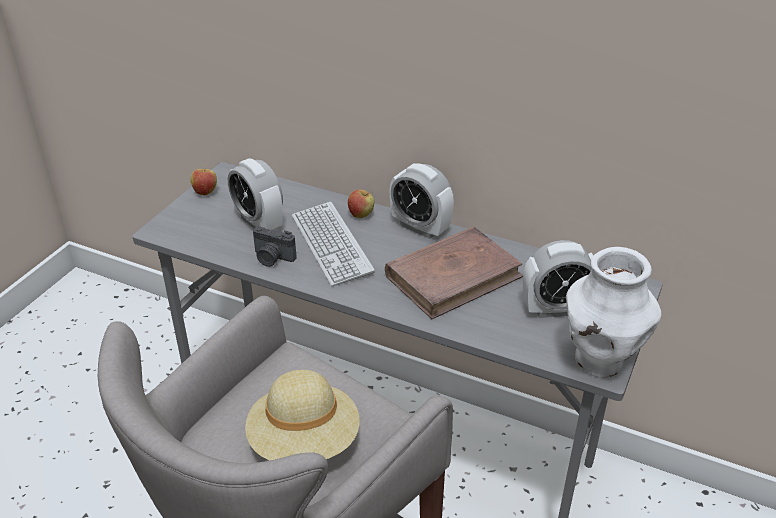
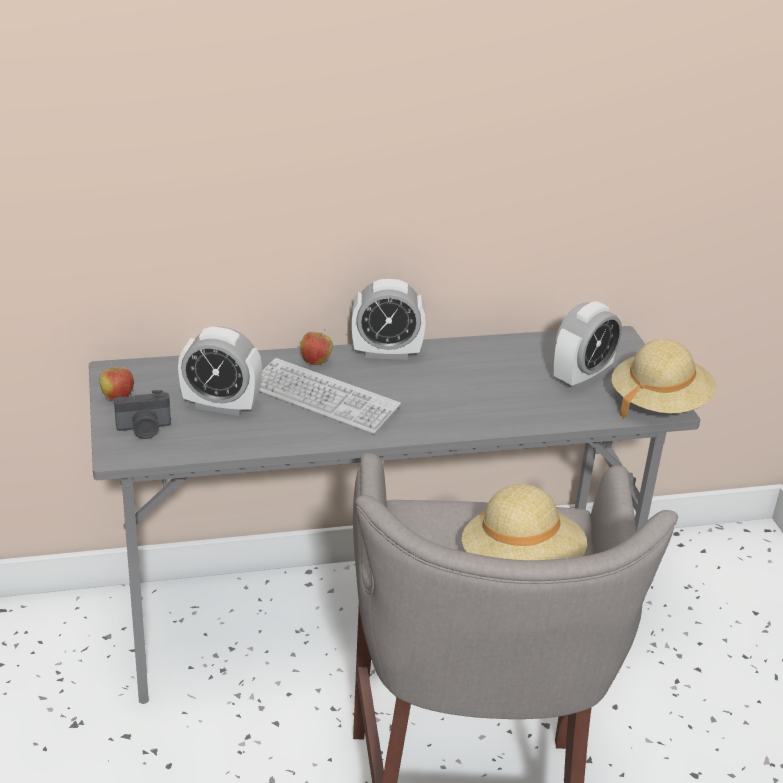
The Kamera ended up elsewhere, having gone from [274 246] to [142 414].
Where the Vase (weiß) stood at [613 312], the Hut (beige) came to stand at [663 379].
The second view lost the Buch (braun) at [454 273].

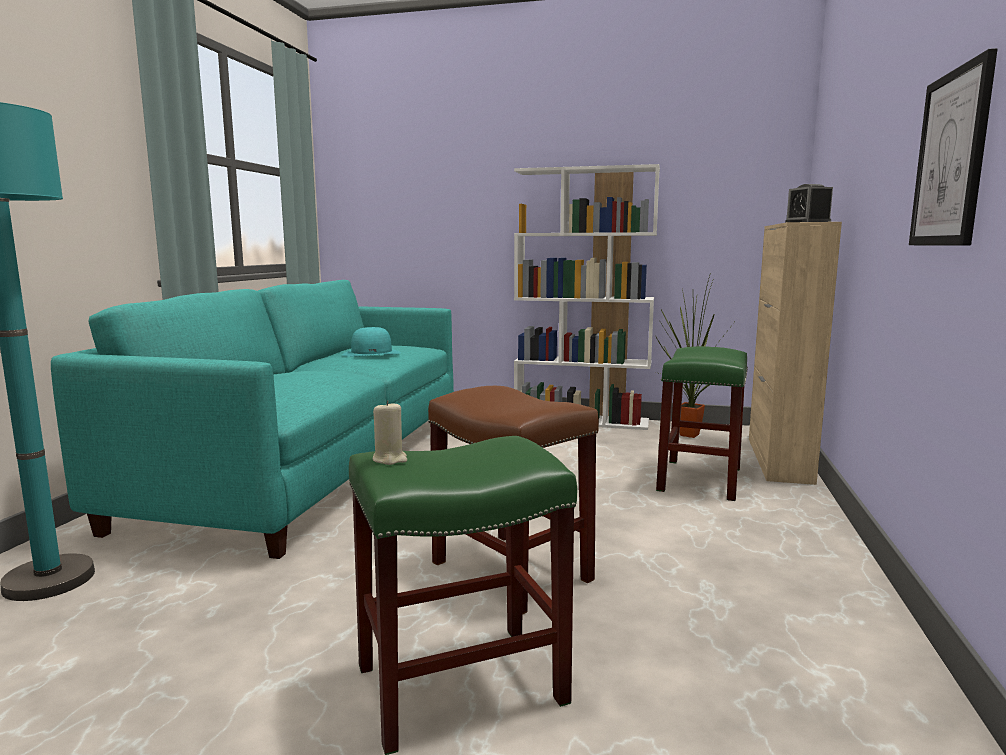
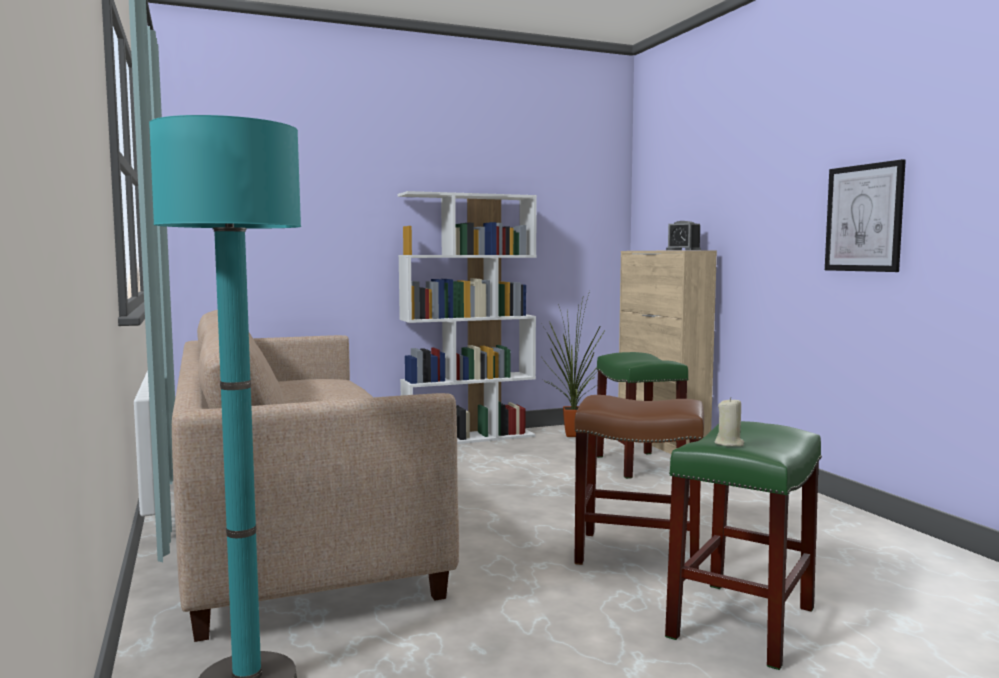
What was the Sofa (türkis) at [252 419] turned into the Sofa (beige) at [315 476].
The second view lost the Hut (türkis) at [371 342].

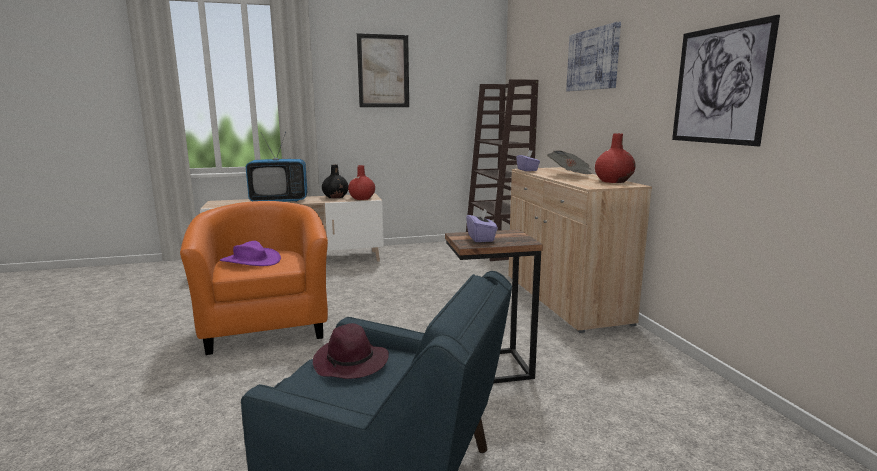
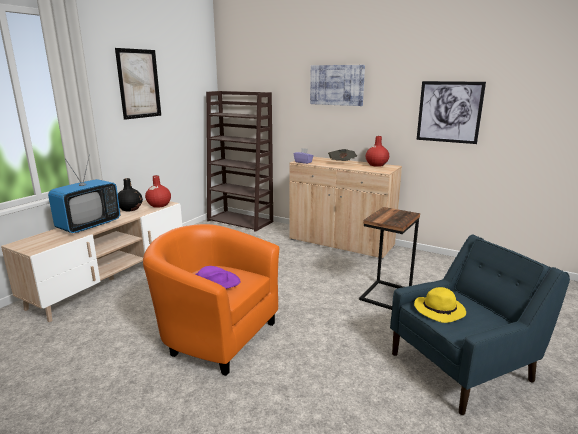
What was the Hut (lila) at [351 351] turned into the Hut (gelb) at [440 305].
The second view lost the Taschentuchbox (lila) at [482 225].

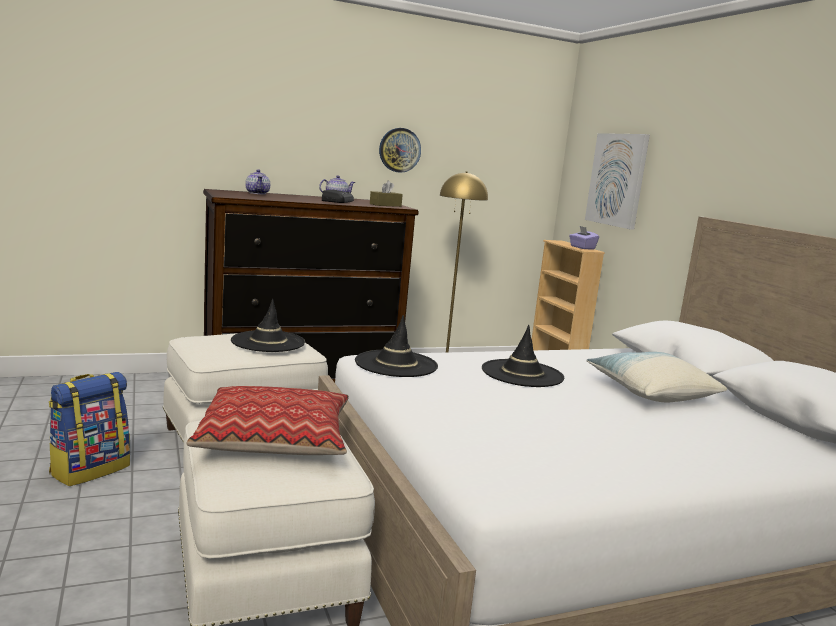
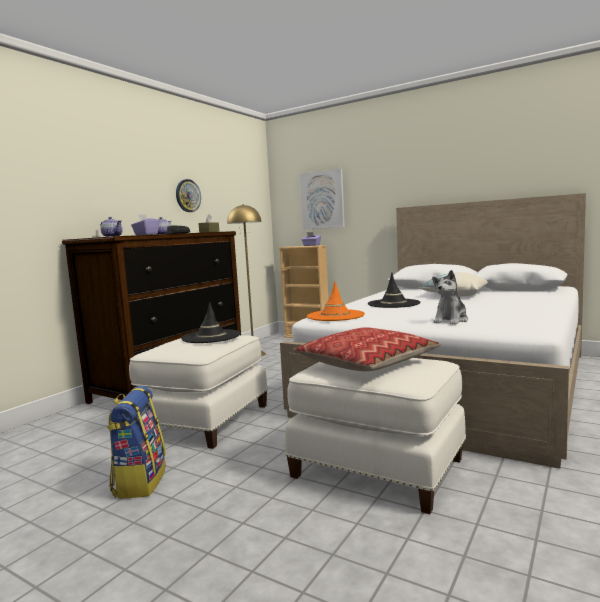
The second view gained the Taschentuchbox (lila) at [145 224].
What was the Hut (schwarz) at [396 346] turned into the Hut (orange) at [336 301].
The second view gained the Plüschtier at [450 297].

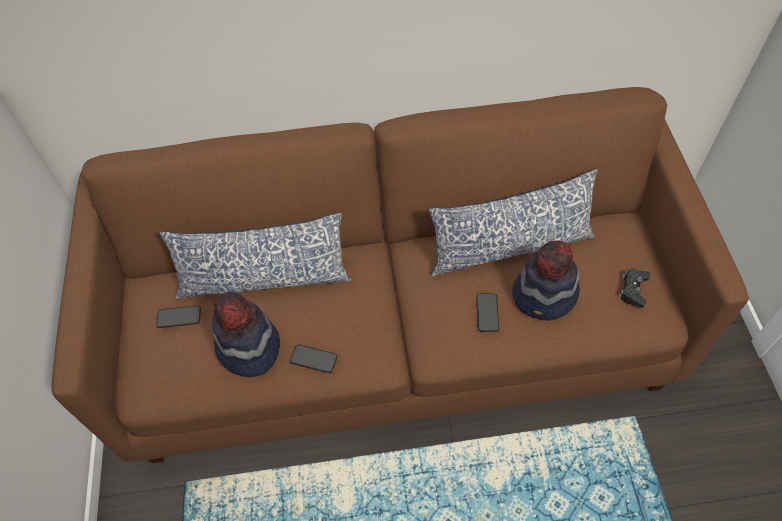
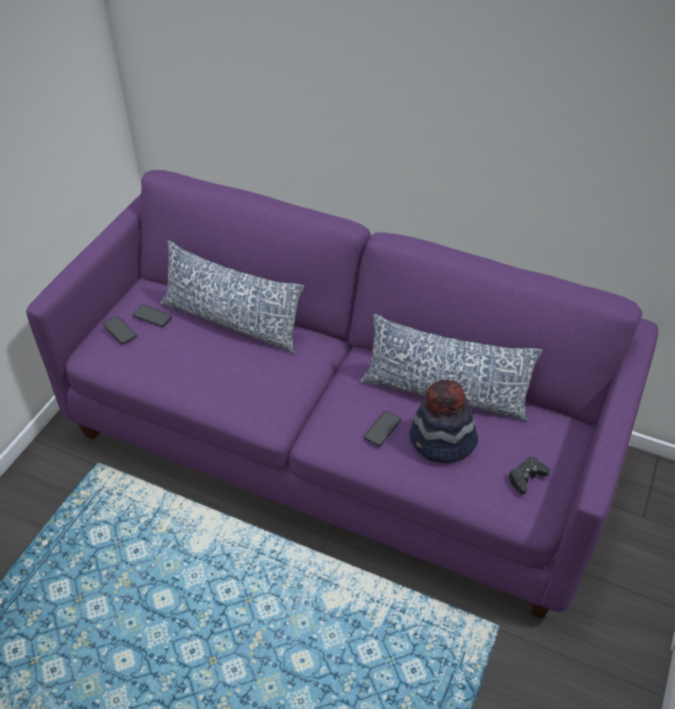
What was the Sofa (braun) at [400 275] turned into the Sofa (lila) at [342 394].
The Handy ended up elsewhere, having gone from [314 358] to [120 330].
The second view lost the Hut at [246 334].

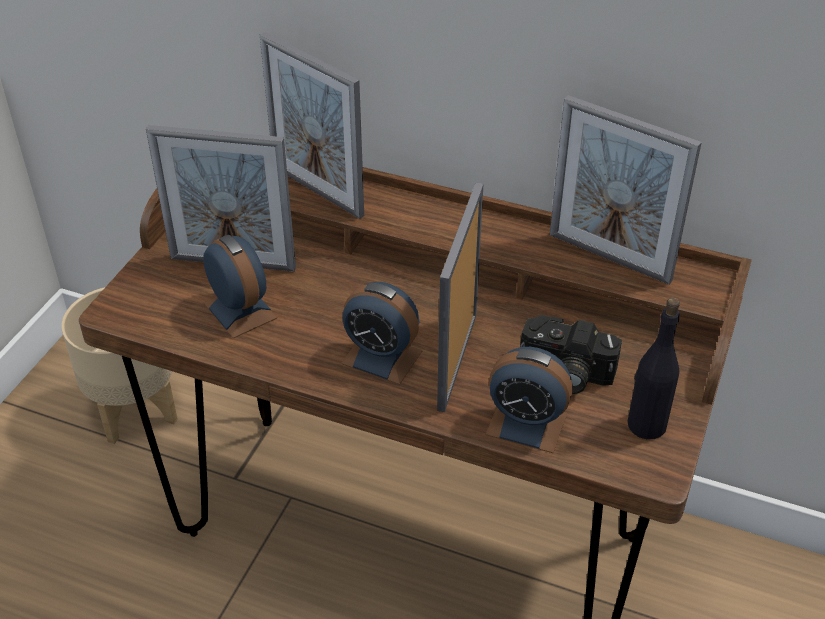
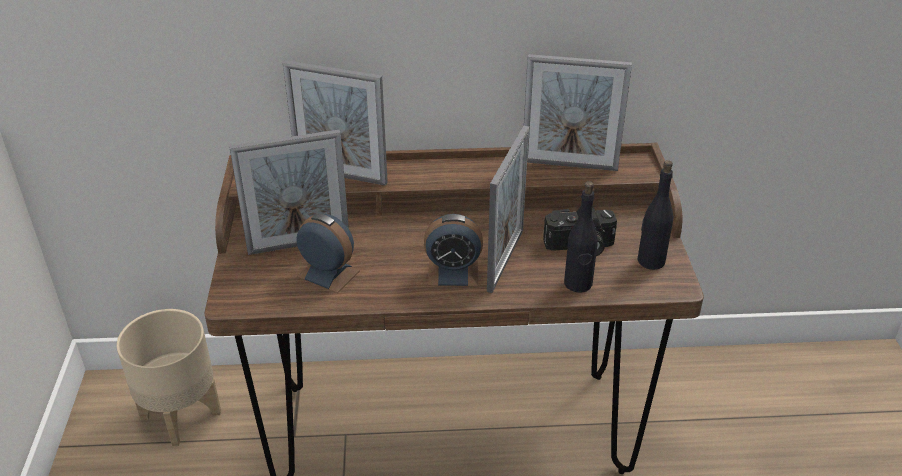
The Bilderrahmen at [460 297] ended up facing another way, 150 degrees counterclockwise from before.
Where the Wecker stood at [529 400], the Flasche (schwarz) came to stand at [581 237].

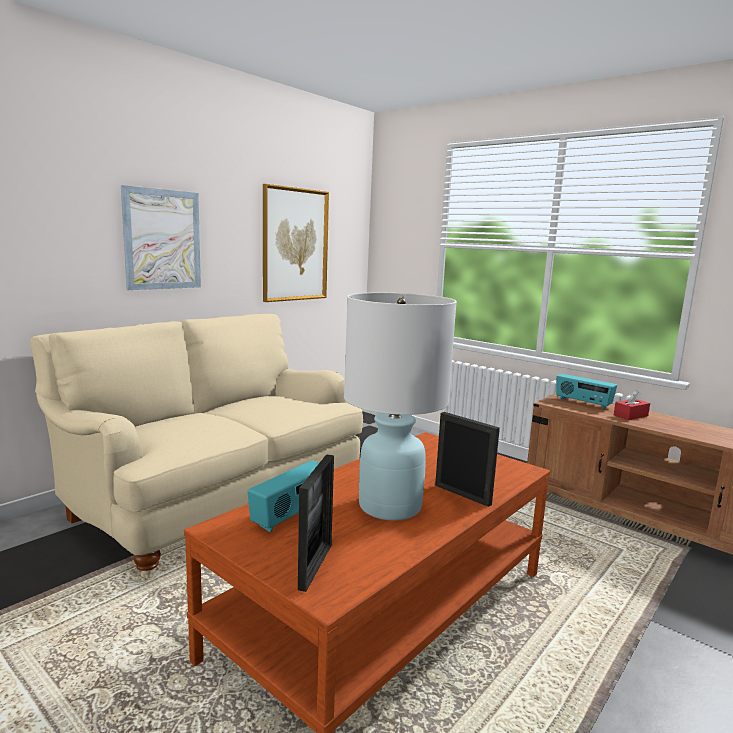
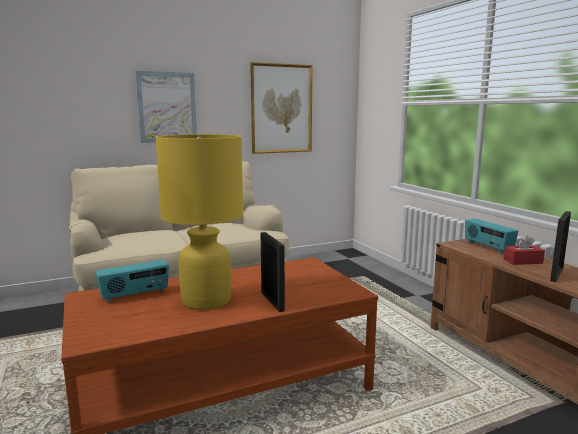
What was the Tischlampe (weiß) at [400 407] turned into the Tischlampe (gelb) at [199 222].
The Bilderrahmen ended up elsewhere, having gone from [316 523] to [560 246].

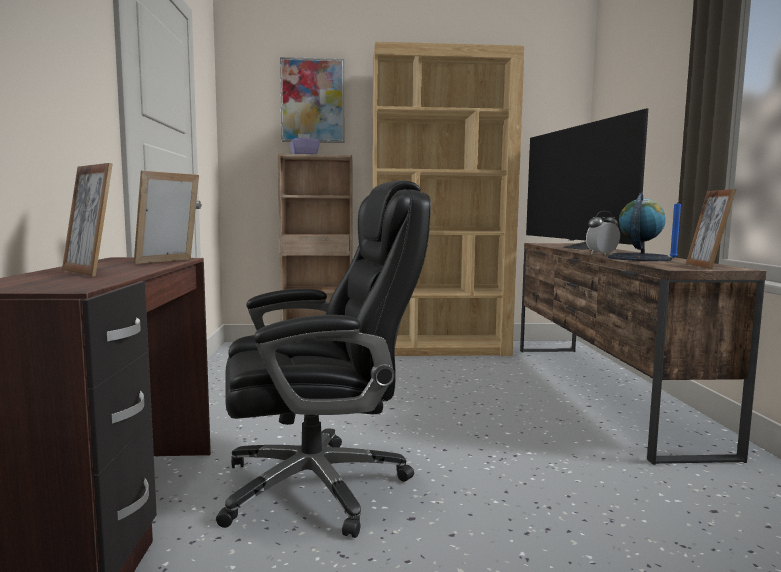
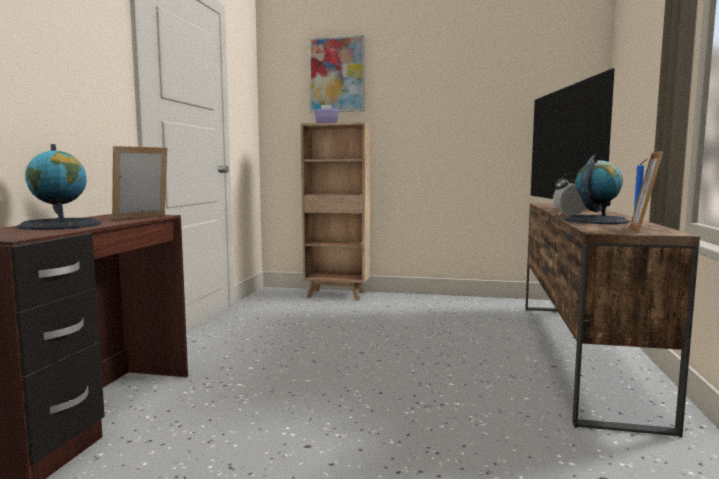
Where the Bilderrahmen stood at [87 220], the Globus came to stand at [59 187].
The second view lost the Bürostuhl (schwarz) at [323 359].
The second view lost the Bücherregal (braun) at [448 199].

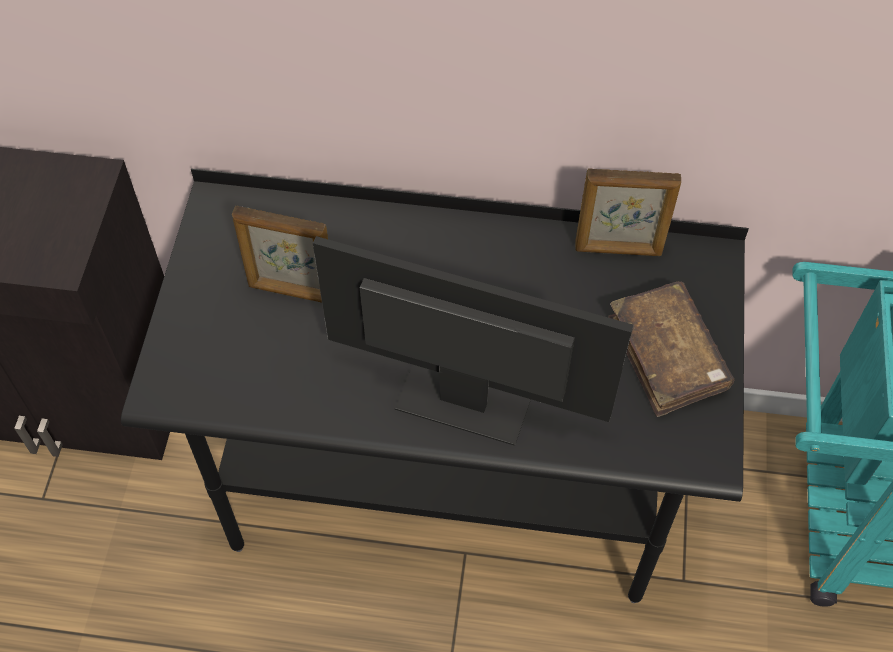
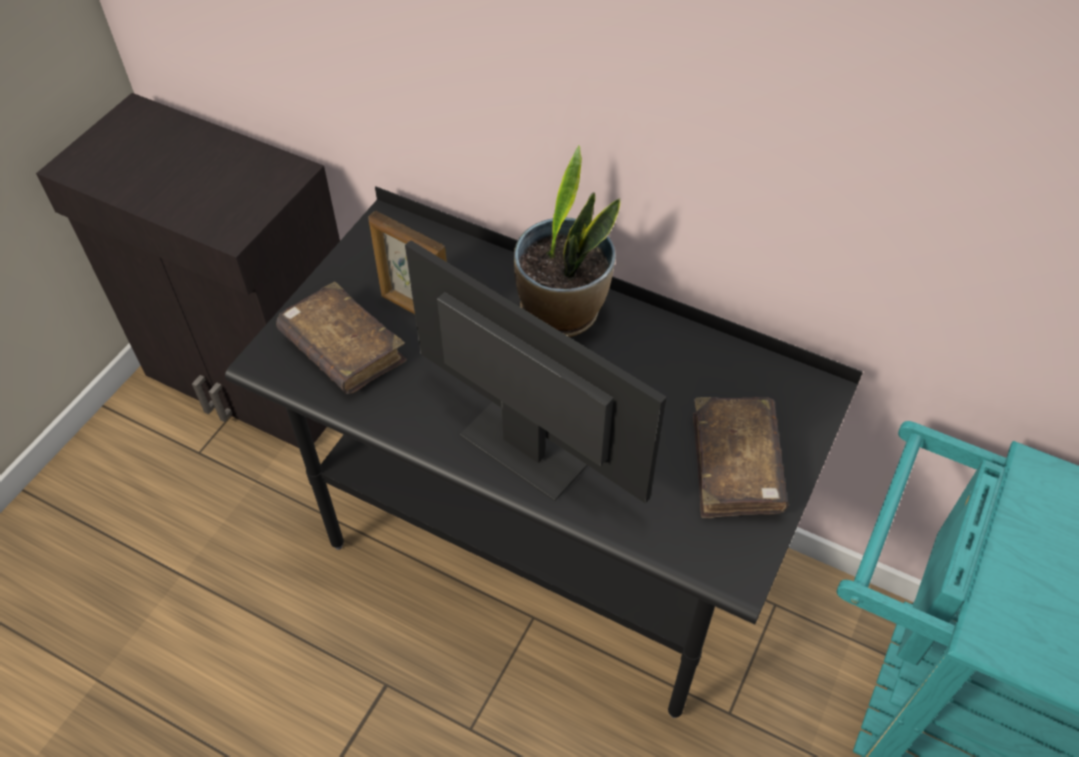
The second view gained the Buch (braun) at [341 338].
The second view gained the Topfpflanze at [567 241].
The second view lost the Bilderrahmen at [628 212].

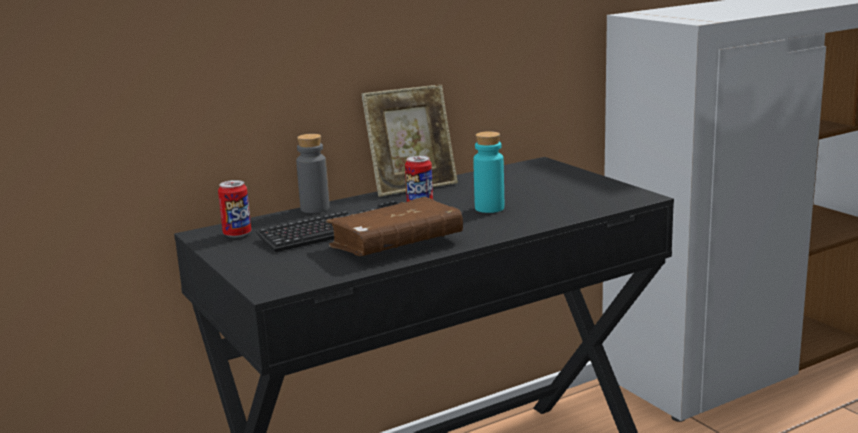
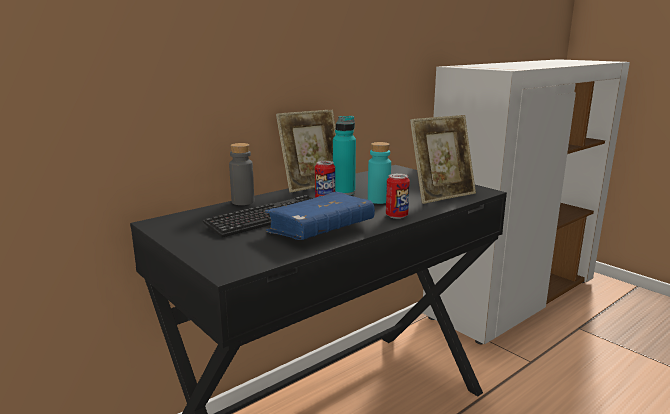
What was the Buch (braun) at [394 226] turned into the Buch (blau) at [319 216].
The second view gained the Flasche (türkis) at [344 155].
The Dose ended up elsewhere, having gone from [234 209] to [398 196].
The second view gained the Bilderrahmen at [443 159].

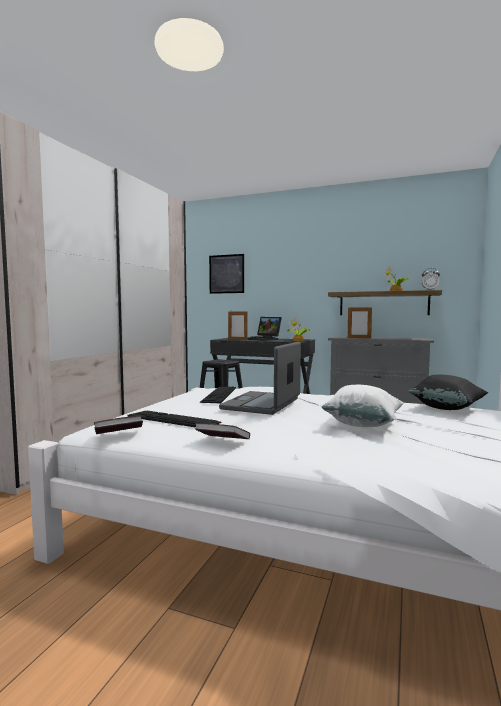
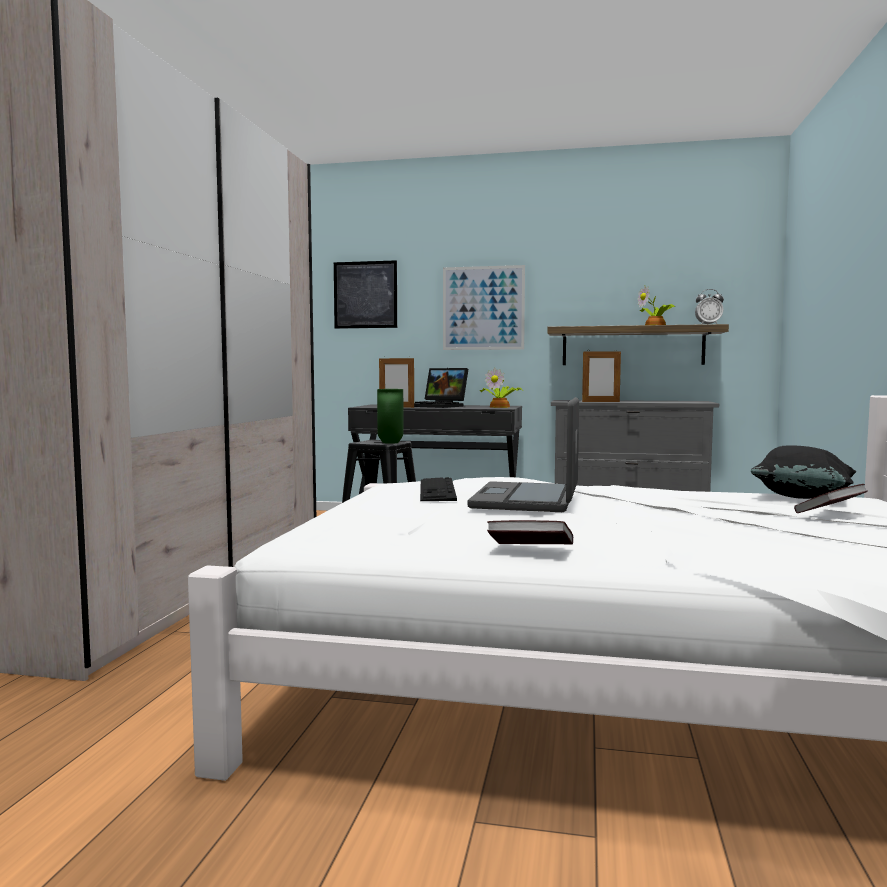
The second view gained the Vase (grün) at [390 416].
The second view gained the Bild at [484 307].
The Buch ended up elsewhere, having gone from [118 424] to [831 498].
The second view lost the Tastatur at [175 419].
The second view lost the Kissen (weiß) at [363 406].

